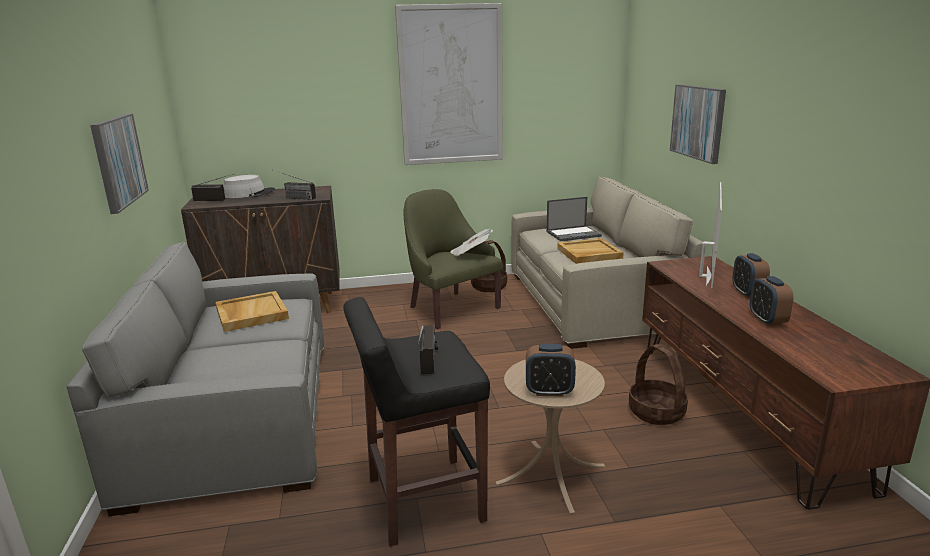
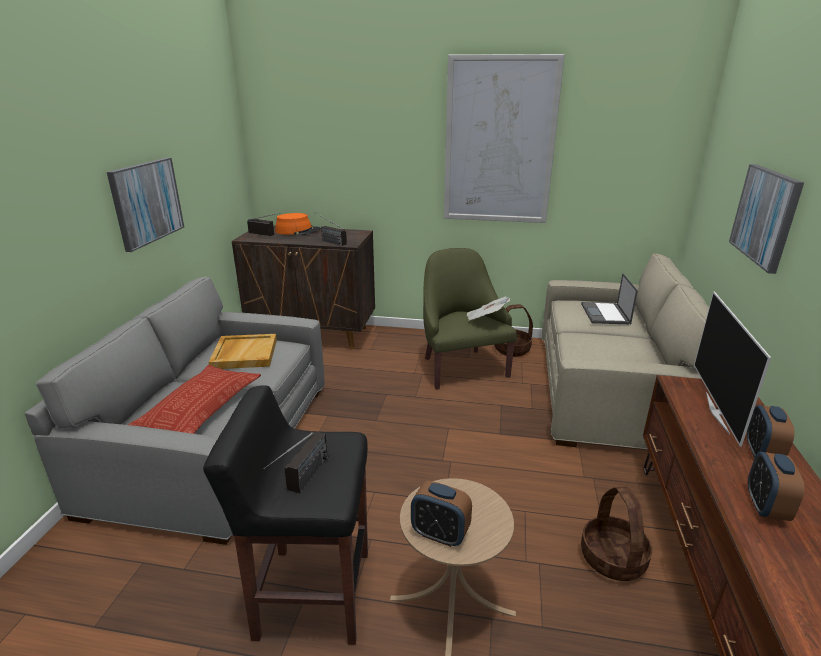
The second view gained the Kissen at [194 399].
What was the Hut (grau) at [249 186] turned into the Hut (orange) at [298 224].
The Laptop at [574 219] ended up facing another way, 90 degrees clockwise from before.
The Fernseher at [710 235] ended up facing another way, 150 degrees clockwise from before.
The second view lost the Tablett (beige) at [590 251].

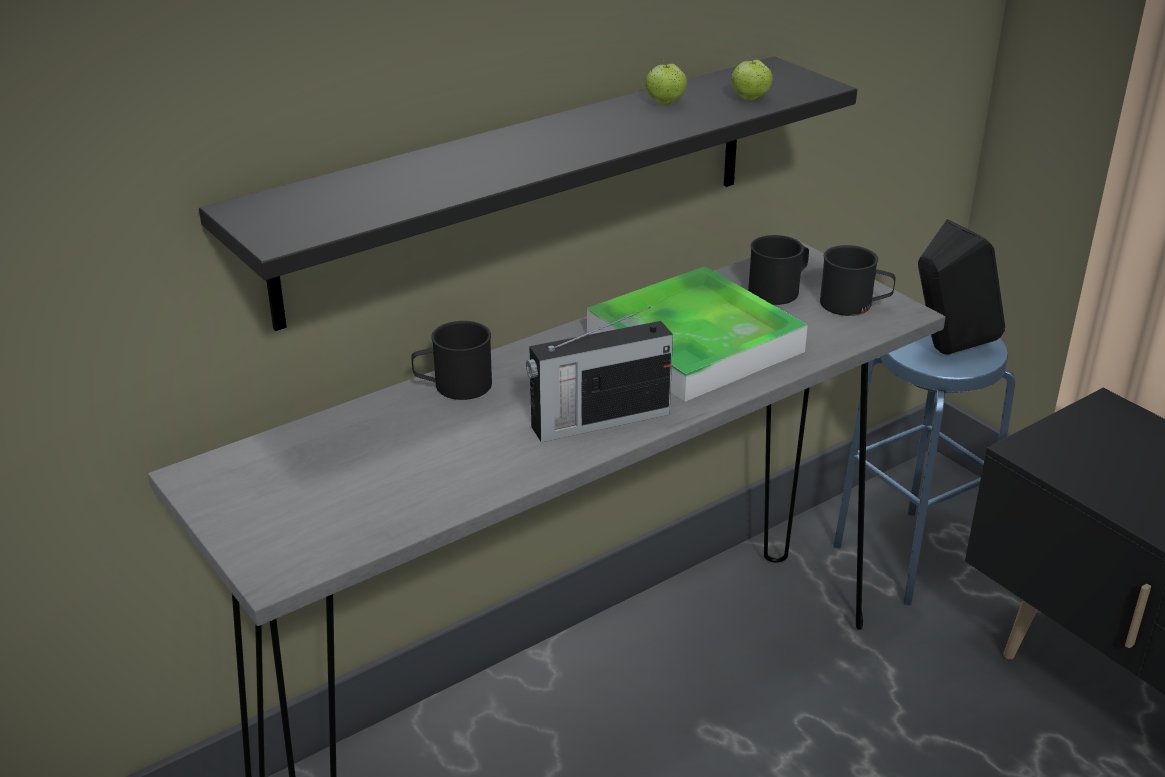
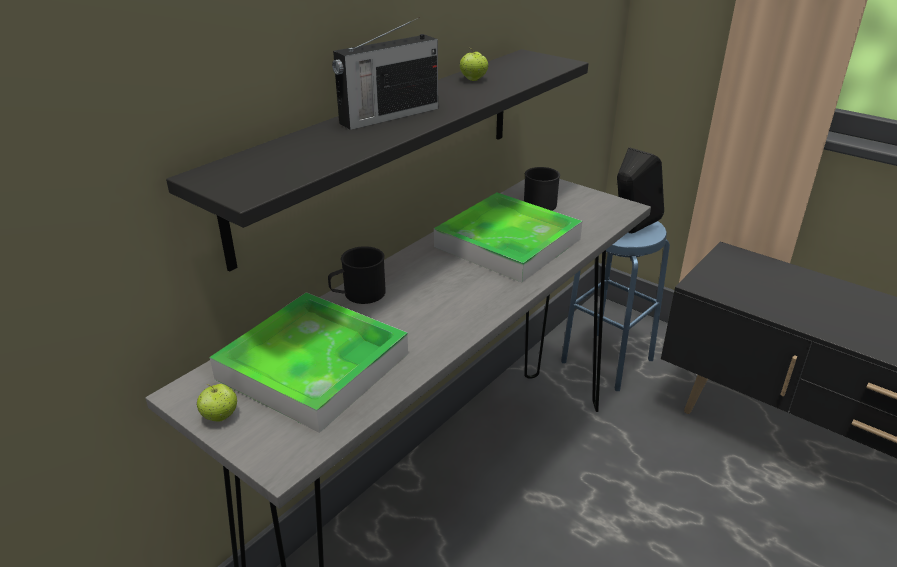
The Apfel ended up elsewhere, having gone from [752 77] to [216 402].
The second view gained the Tablett at [309 362].
The Radio ended up elsewhere, having gone from [599 374] to [385 73].
The second view lost the Henkelbecher (schwarz) at [857 280].

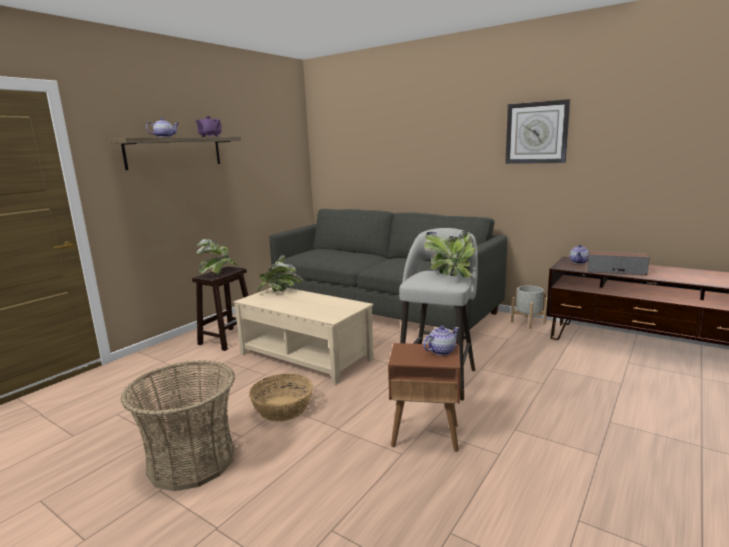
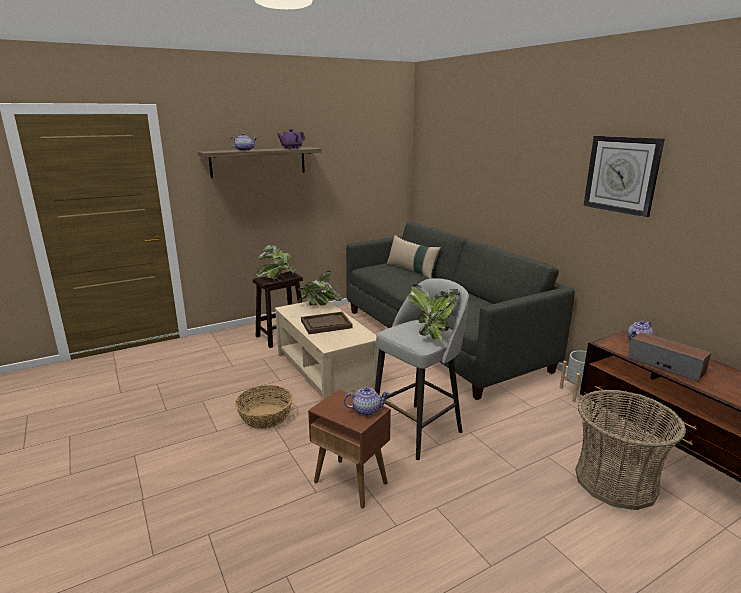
The second view gained the Tablett (braun) at [327 323].
The second view gained the Kissen (beige) at [414 257].
The Korb ended up elsewhere, having gone from [178 425] to [630 450].

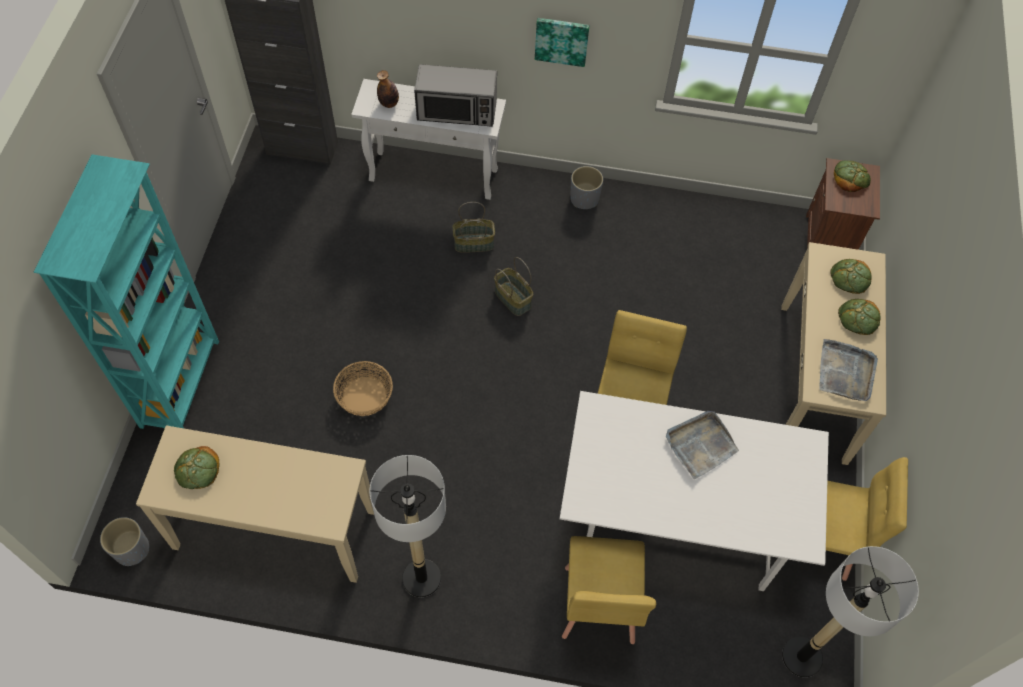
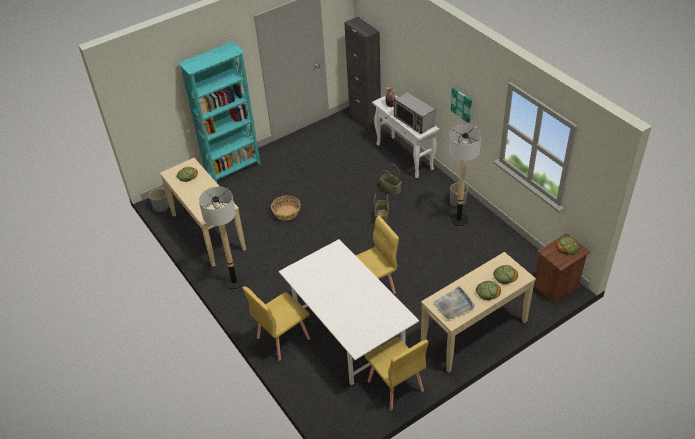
The Stehlampe ended up elsewhere, having gone from [850 611] to [465 175].
The second view lost the Tablett (grau) at [702 445].

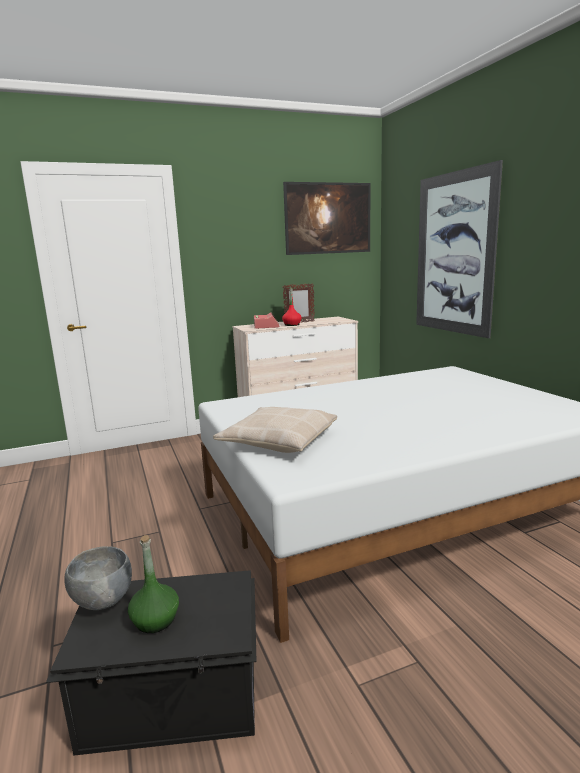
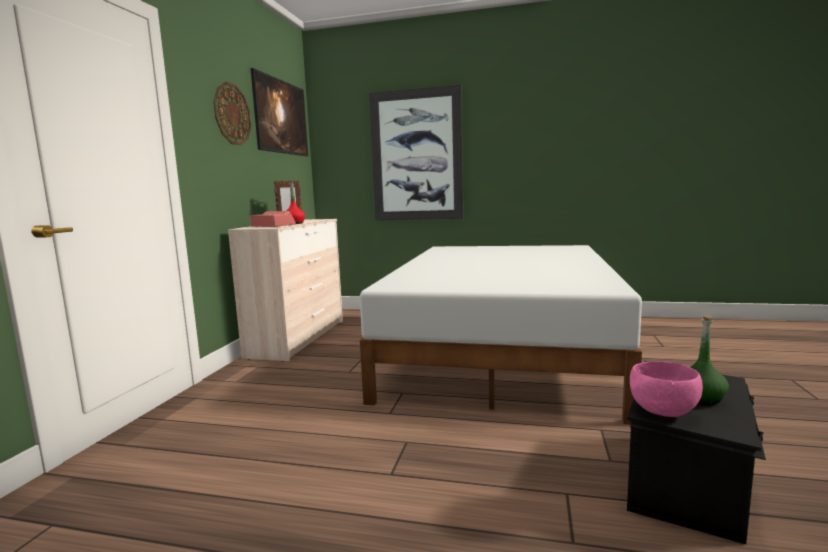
The second view gained the Wanduhr at [232 113].
What was the Schüssel (grau) at [98 578] turned into the Schüssel (rosa) at [666 389].
The second view lost the Kissen (beige) at [275 430].

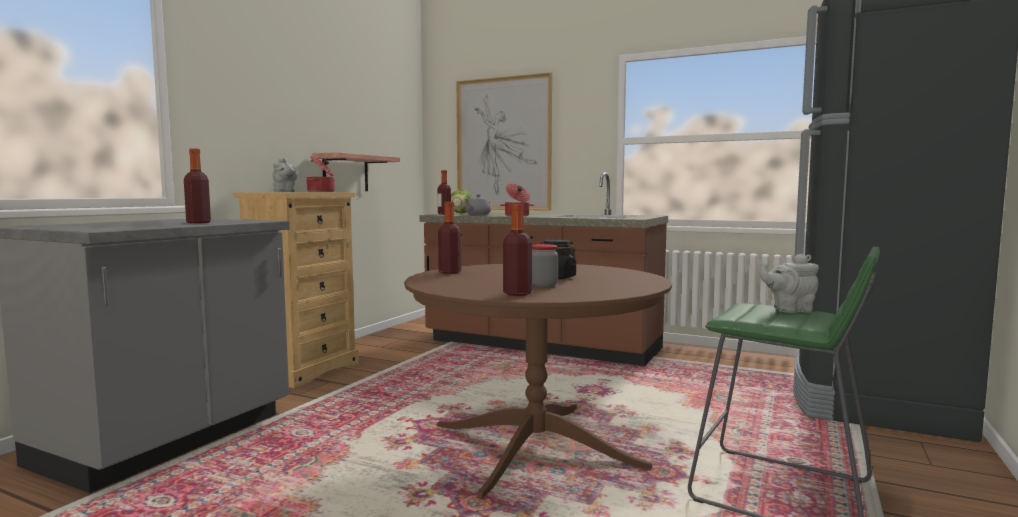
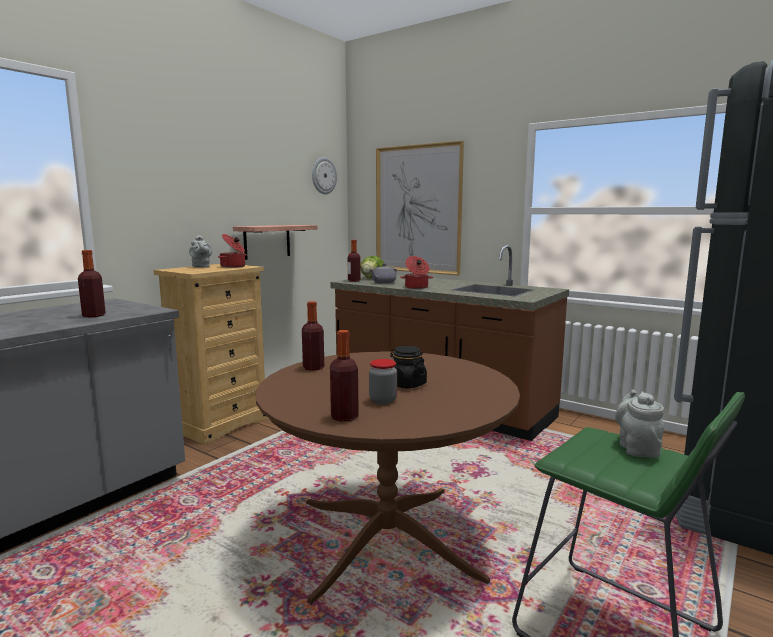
The second view gained the Wanduhr at [324 175].
The Teekanne (grau) at [789 283] ended up facing another way, 90 degrees clockwise from before.

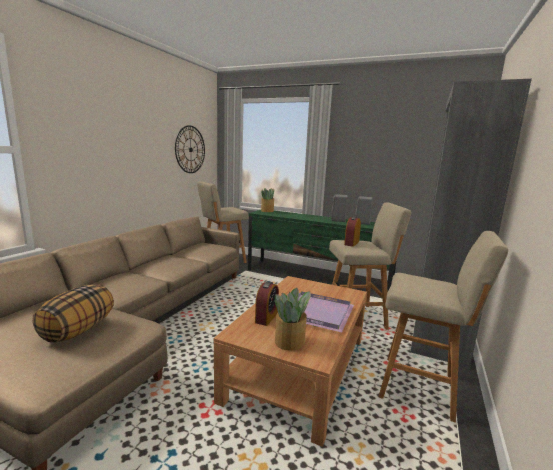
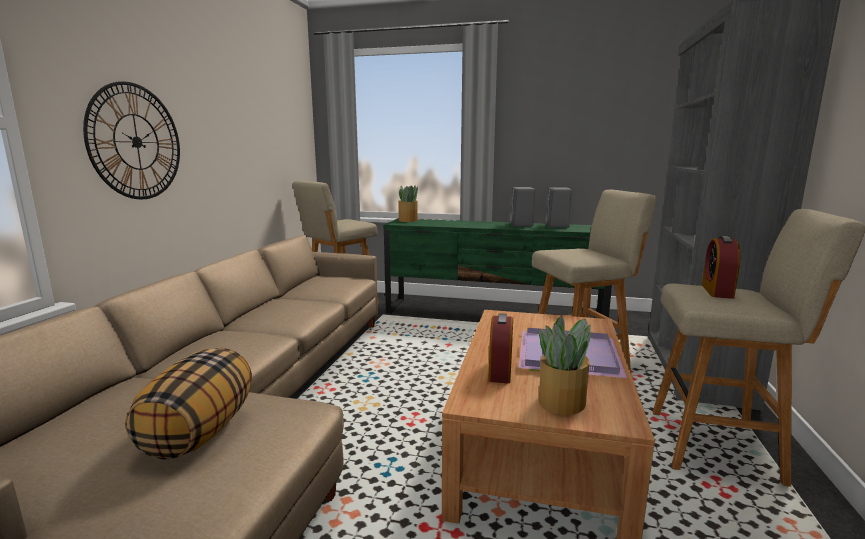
The Wanduhr ended up elsewhere, having gone from [190 149] to [131 140].
The Wecker ended up elsewhere, having gone from [352 231] to [721 267].

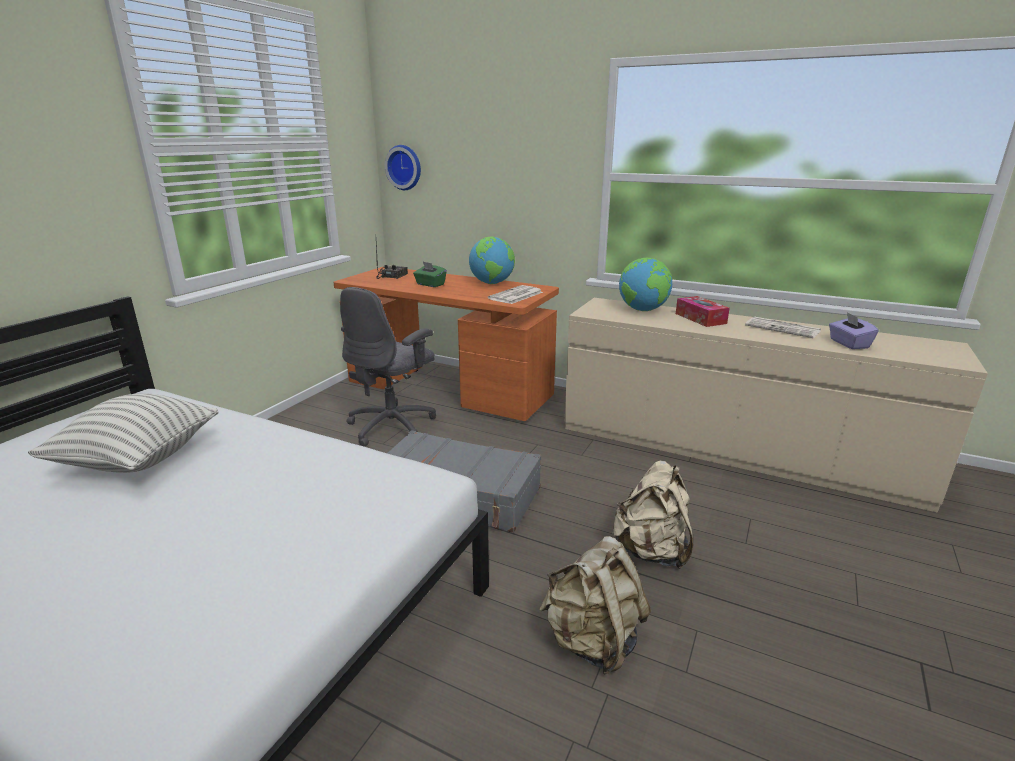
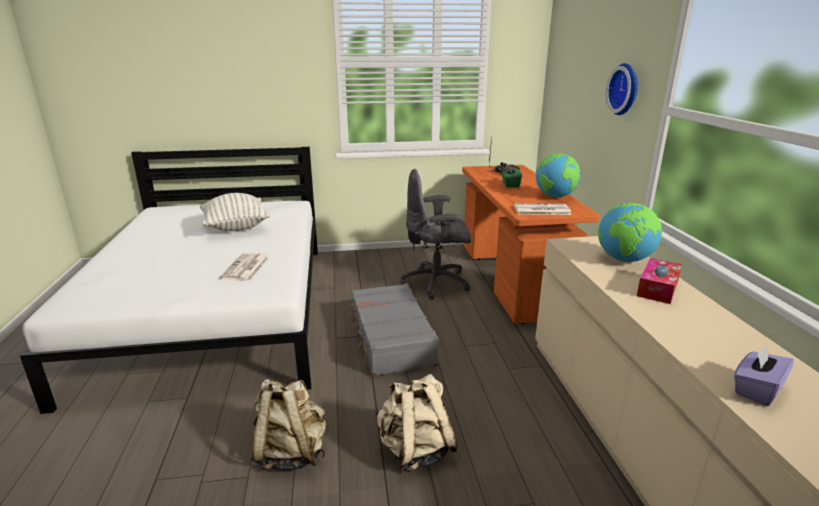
The Zeitung ended up elsewhere, having gone from [783 327] to [245 267].
The Wanduhr ended up elsewhere, having gone from [403 167] to [622 89].

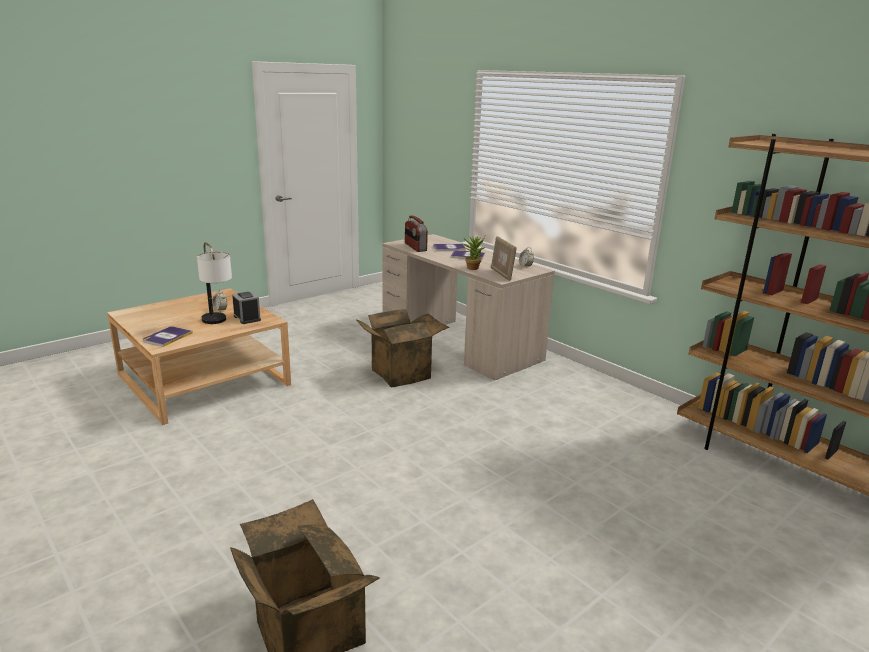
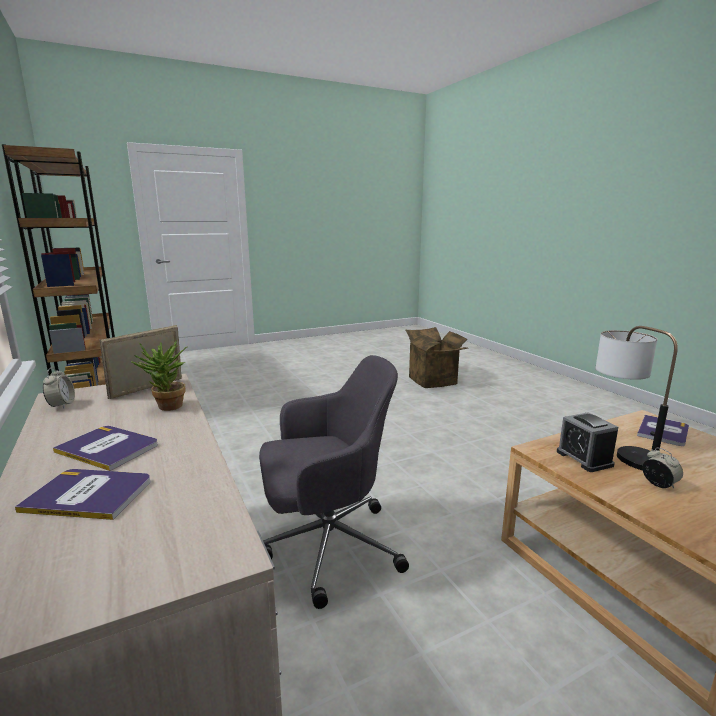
The Bilderrahmen at [504 258] ended up facing another way, 135 degrees counterclockwise from before.
Where the Karton stood at [403 348], the Bürostuhl (grau) came to stand at [334 482].
The second view lost the Radio at [416 234].

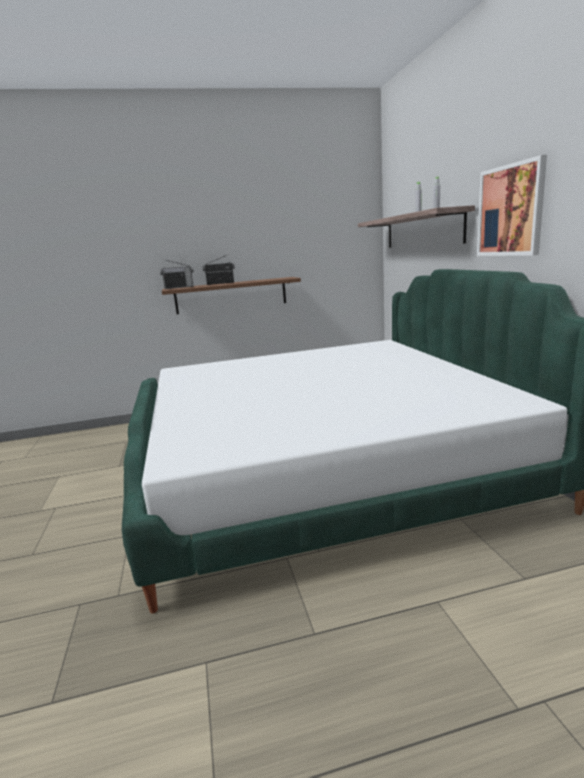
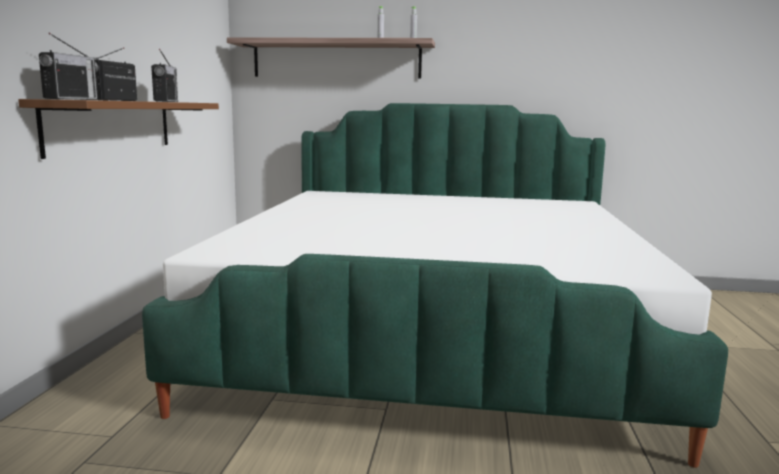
The second view gained the Radio at [164 75].
The second view lost the Bild at [512 205].

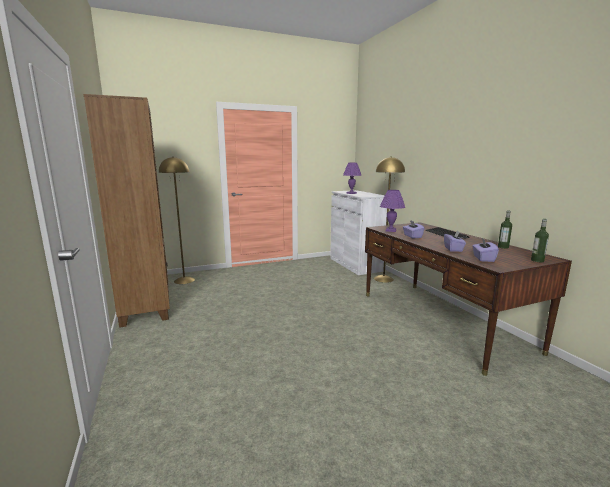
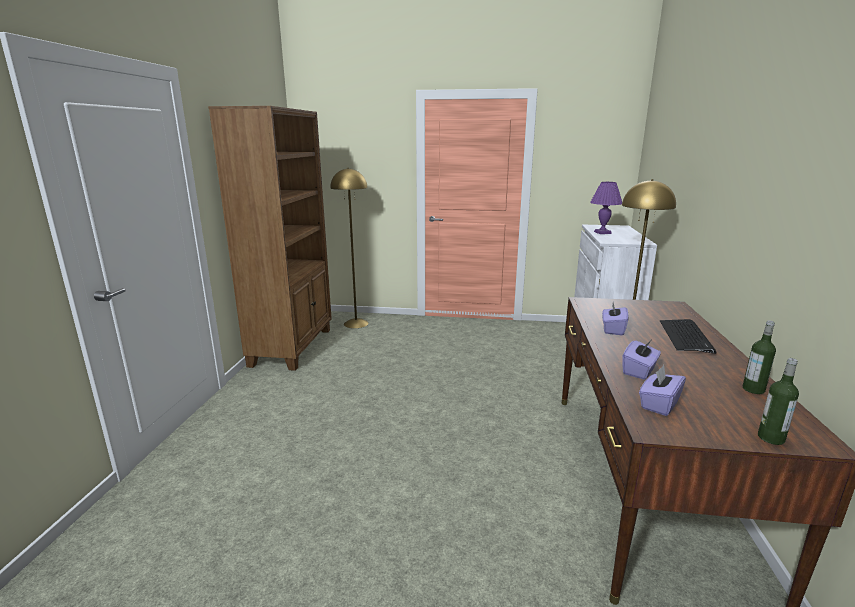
The second view lost the Tischlampe (lila) at [392 211].

